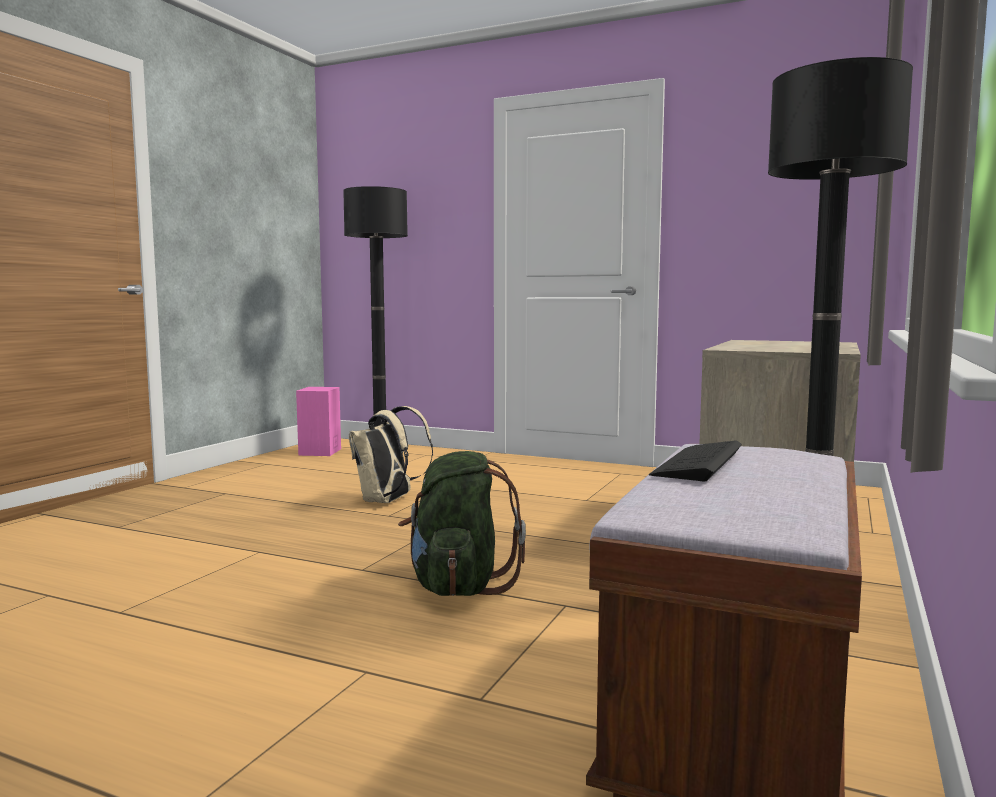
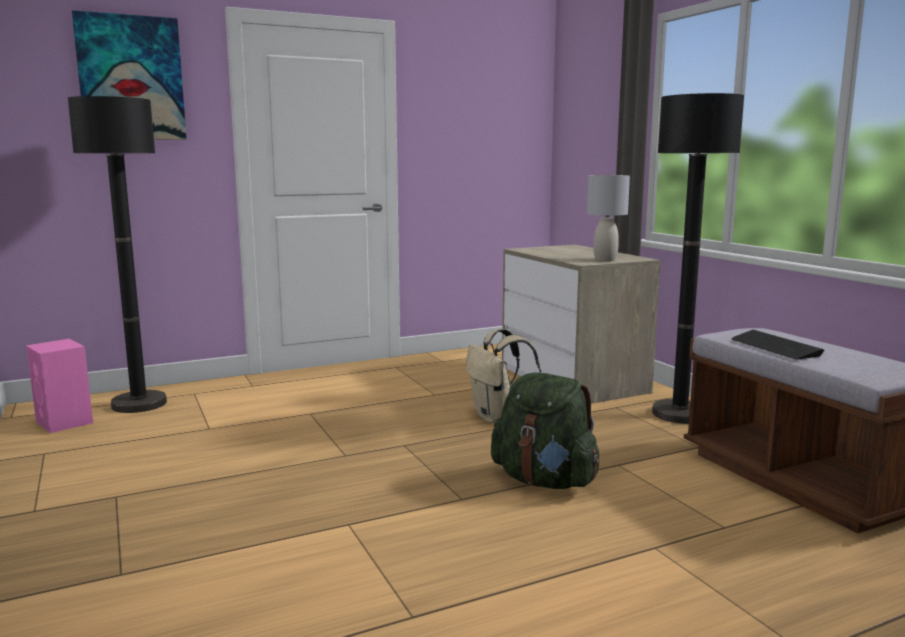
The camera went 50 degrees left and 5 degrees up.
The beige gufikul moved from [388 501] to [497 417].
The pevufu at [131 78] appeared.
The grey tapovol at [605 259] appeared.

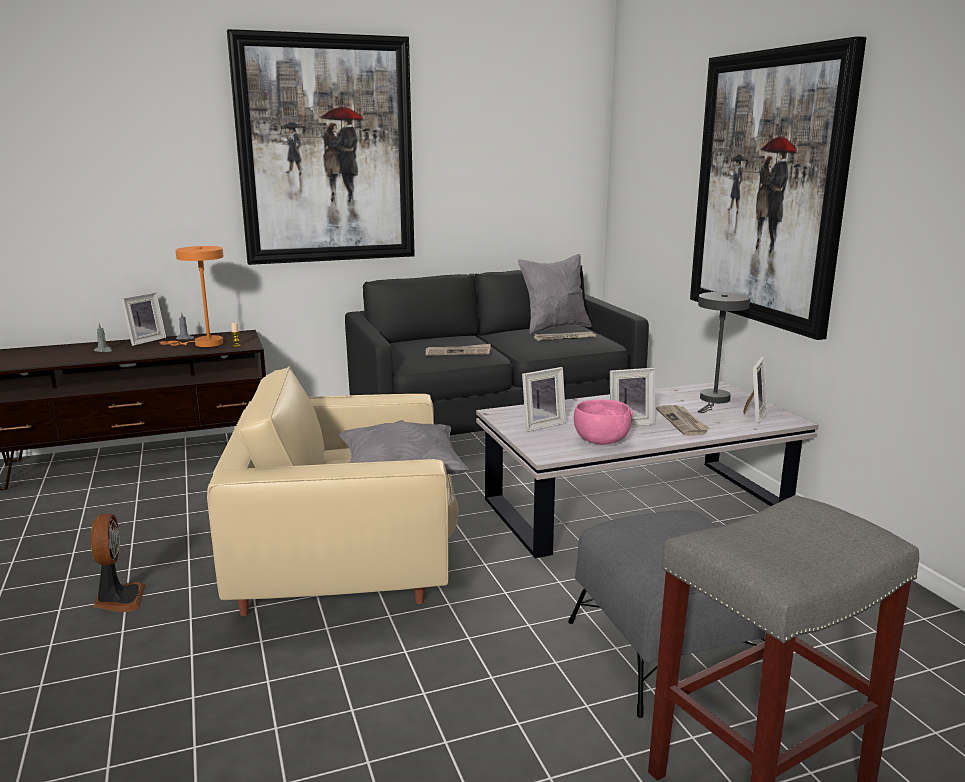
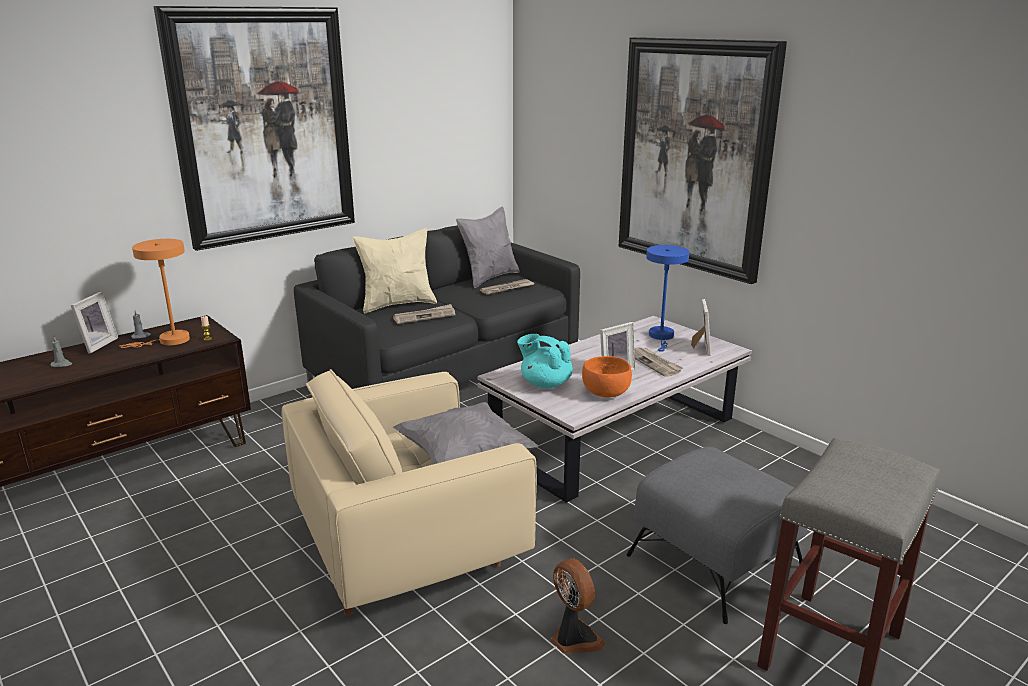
The camera went 20 degrees left and 5 degrees up.
The grey tapovol at [714 400] became the blue tapovol at [662 337].
The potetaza at [541 425] was replaced by the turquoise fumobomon at [545 383].
The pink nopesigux at [601 441] became the orange nopesigux at [606 393].
The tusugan moved from [118 599] to [574 638].
The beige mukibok at [397 304] appeared.

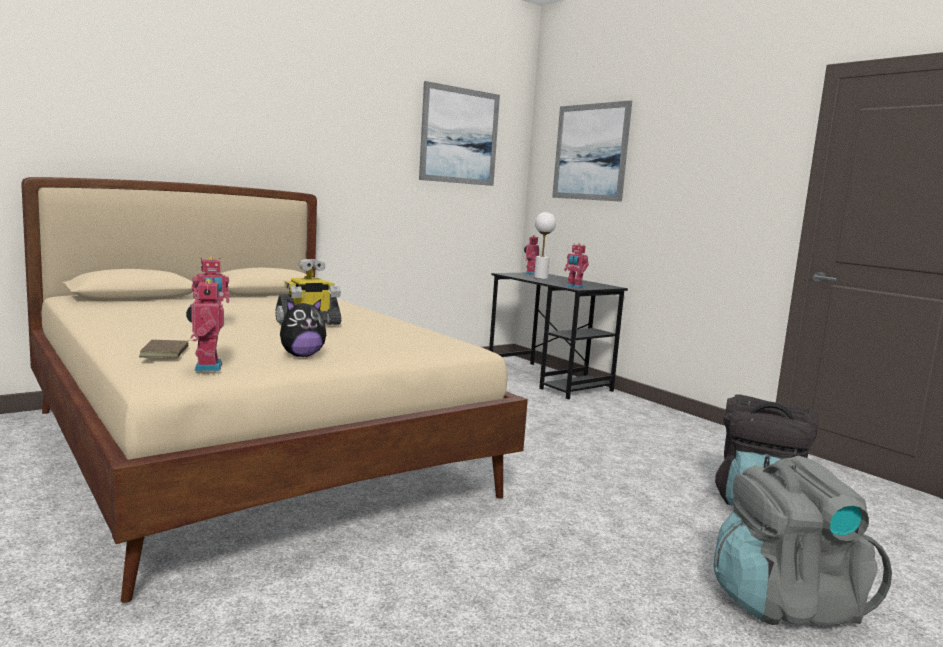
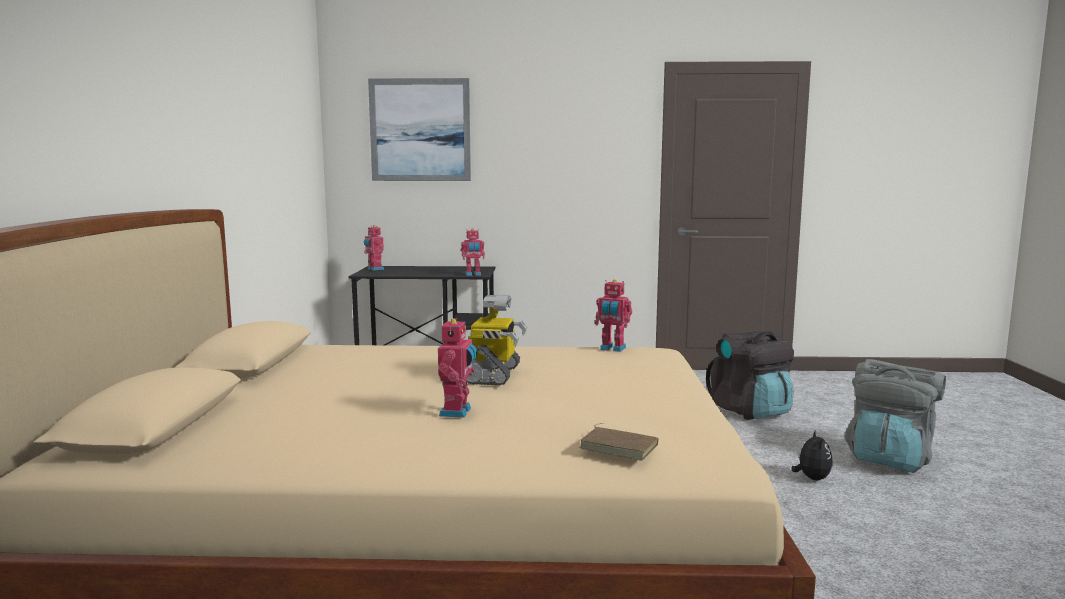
The camera went 50 degrees left and 0 degrees up.
The pevufu at [459 136] disappeared.
The white tapovol at [540 278] disappeared.
The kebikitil moved from [205 367] to [612 349].
The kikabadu moved from [301 356] to [811 478].

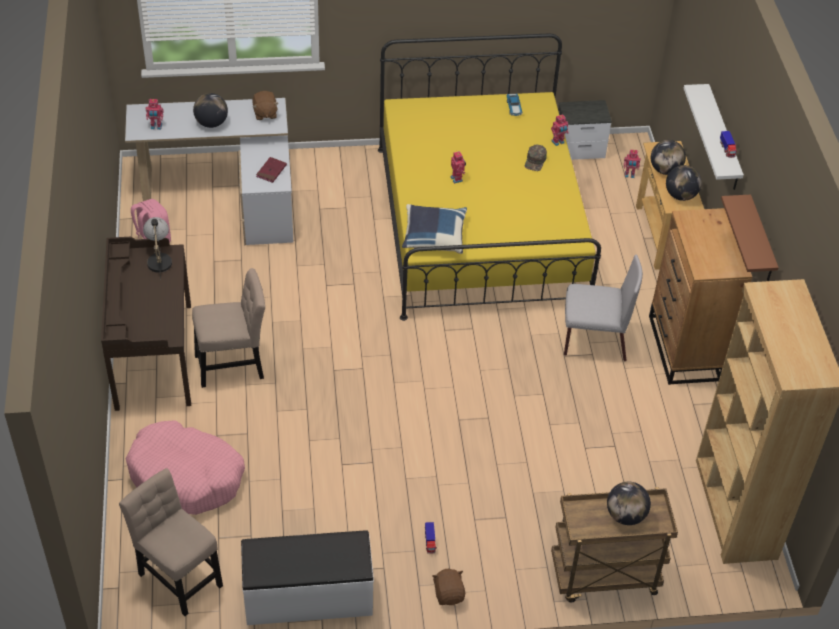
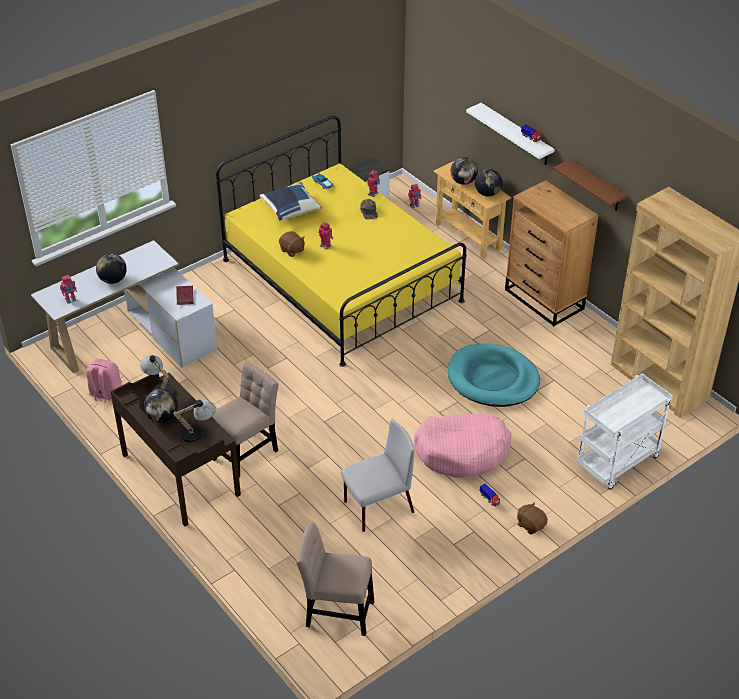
The camera went 30 degrees left and 5 degrees down.
The brown kikabadu moved from [265 113] to [292 250].
The blue mukibok moved from [433 237] to [290 209].
The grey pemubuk moved from [593 340] to [378 507].
The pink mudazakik moved from [186 477] to [462 451].
The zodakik moved from [625 515] to [162 417].
The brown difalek at [604 577] became the white difalek at [617 463].
The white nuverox at [308 597] disappeared.
The turquoise mudazakik at [493 379] appeared.
The tapovol at [197 432] appeared.

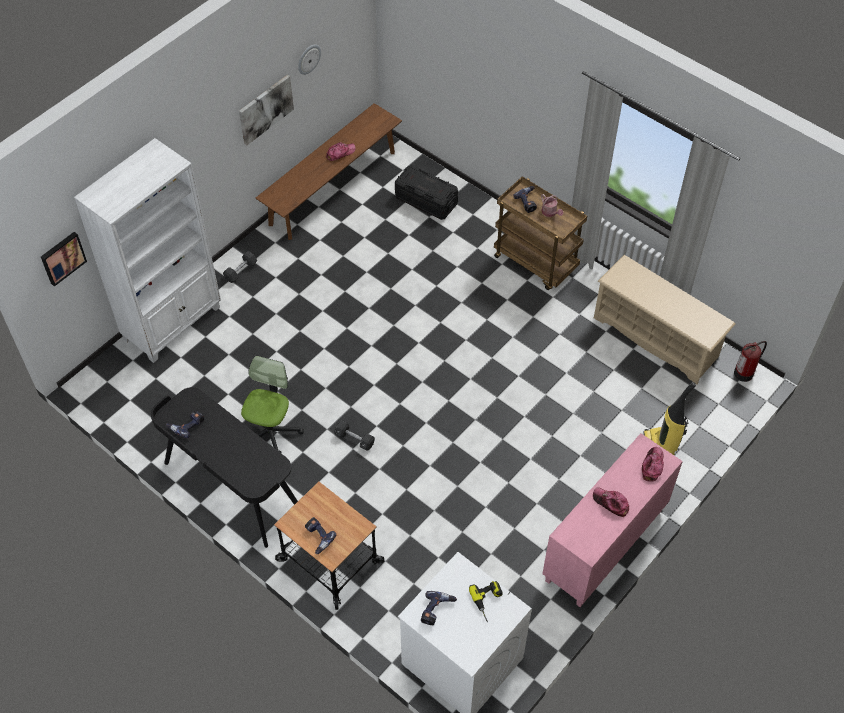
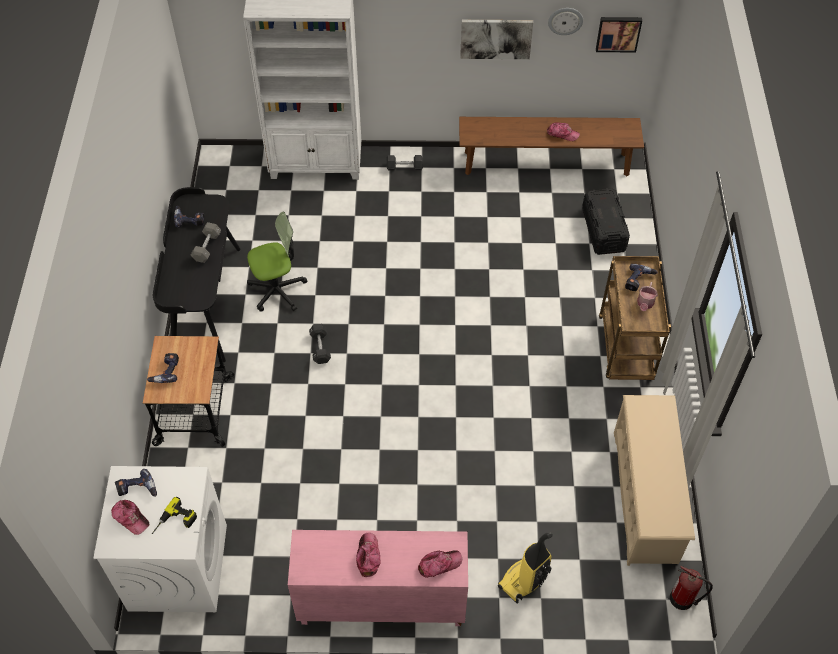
The camera went 50 degrees right and 0 degrees up.
The pevufu moved from [62 257] to [618 33].
The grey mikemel at [207 247] appeared.
The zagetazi at [130 518] appeared.

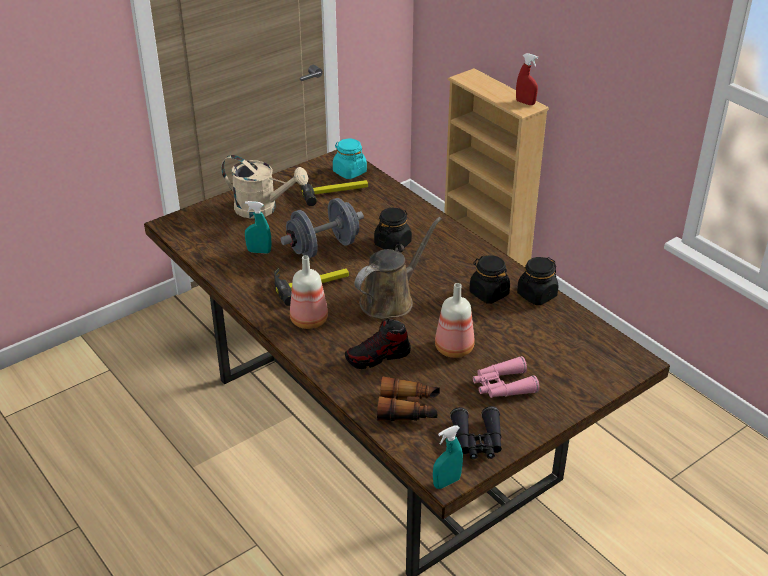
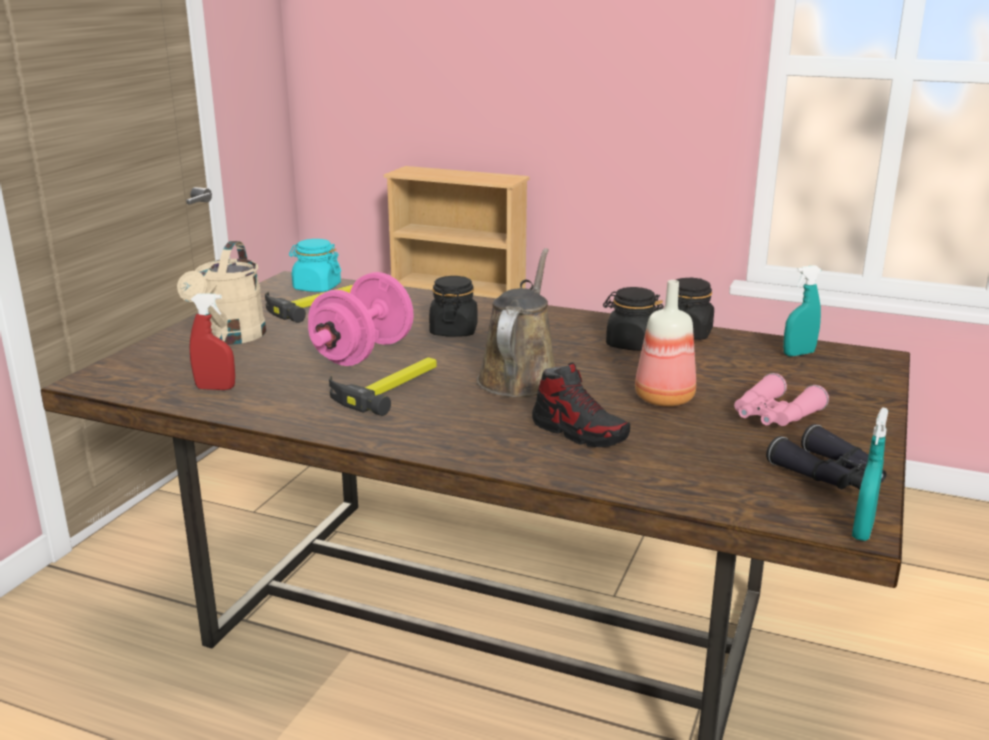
The camera went 30 degrees left and 15 degrees down.
The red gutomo moved from [525 103] to [215 388].
The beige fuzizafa at [263 209] turned 105 degrees clockwise.
The grey mikemel at [323 247] became the pink mikemel at [363 353].
The turquoise gutomo moved from [259 251] to [798 354].
The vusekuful at [310 320] disappeared.
The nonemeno at [378 357] turned 90 degrees counterclockwise.
The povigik at [409 409] disappeared.

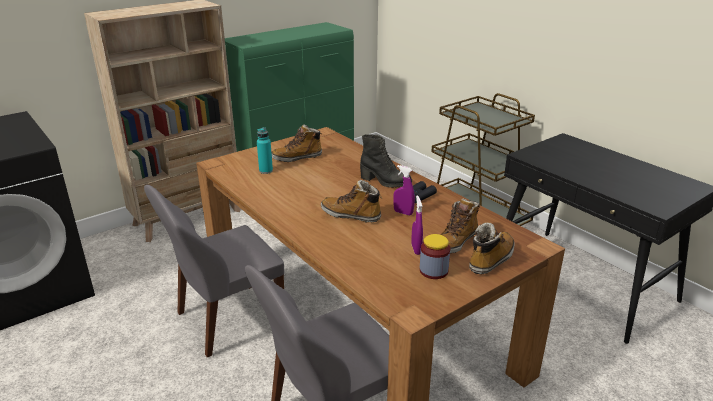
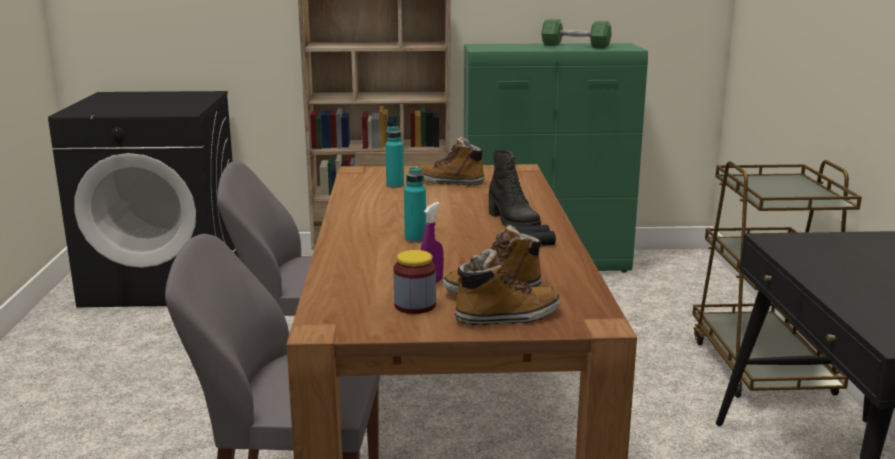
The camera went 35 degrees right and 10 degrees down.
The purple gutomo at [403 213] disappeared.
The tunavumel at [351 215] was replaced by the turquoise vusekuful at [415 239].
The green mikemel at [575 46] appeared.

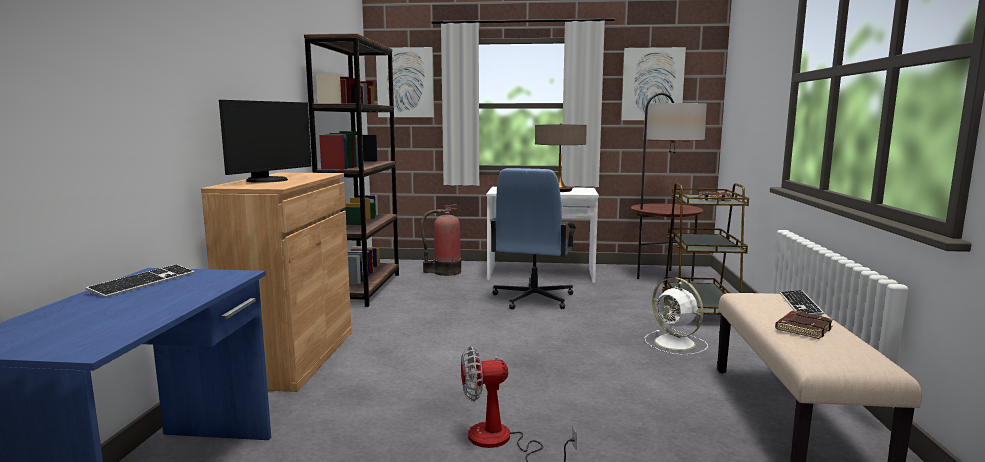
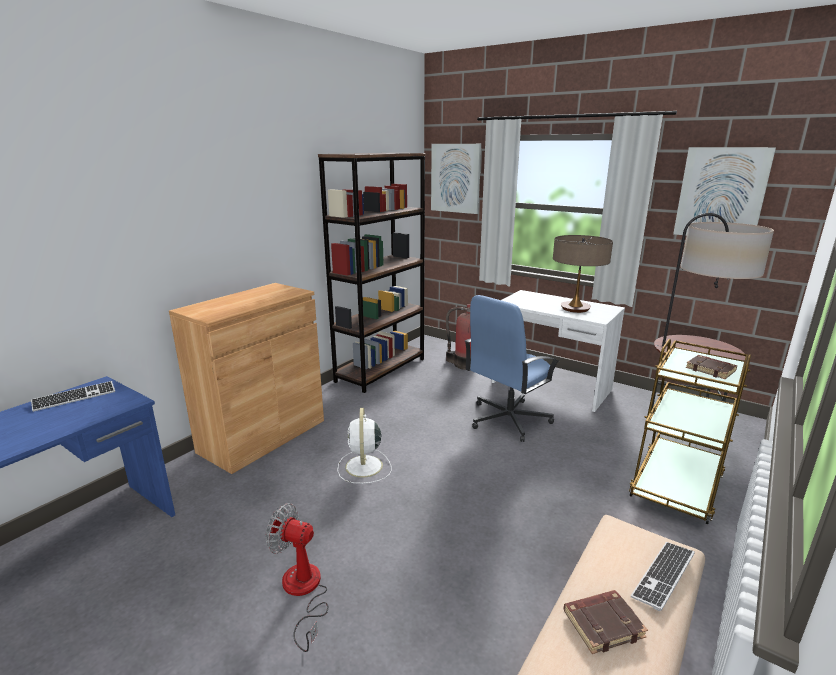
The camera went 30 degrees right and 10 degrees up.
The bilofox at [269 180] disappeared.
The white tusugan moved from [676 343] to [364 467].

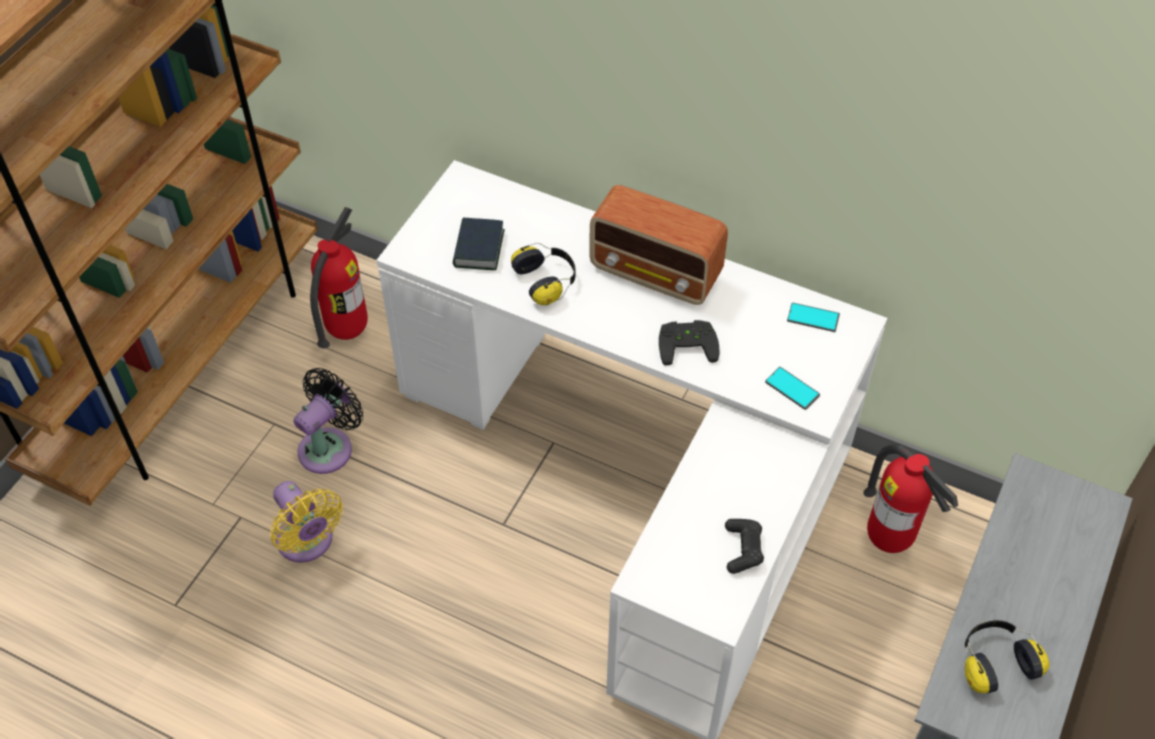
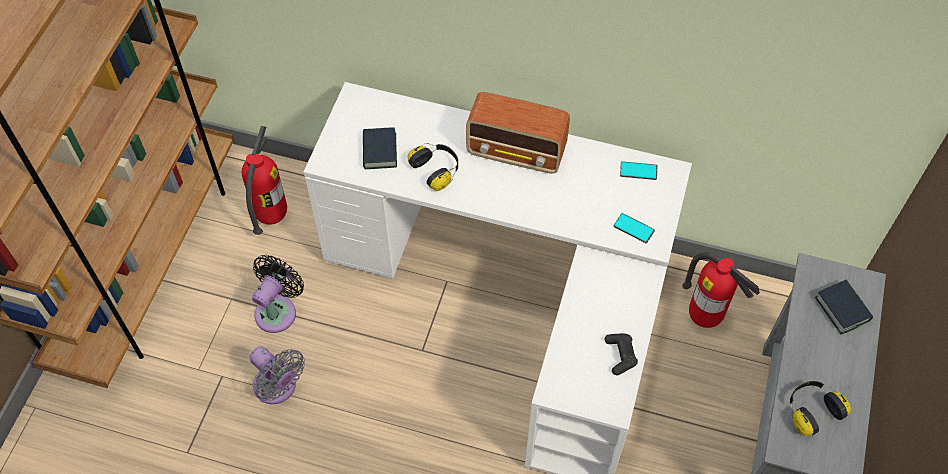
The camera went 10 degrees left and 5 degrees up.
The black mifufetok at [687 343] disappeared.
The yellow tusugan at [307 542] became the grey tusugan at [278 388].
The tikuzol at [842 309] appeared.

